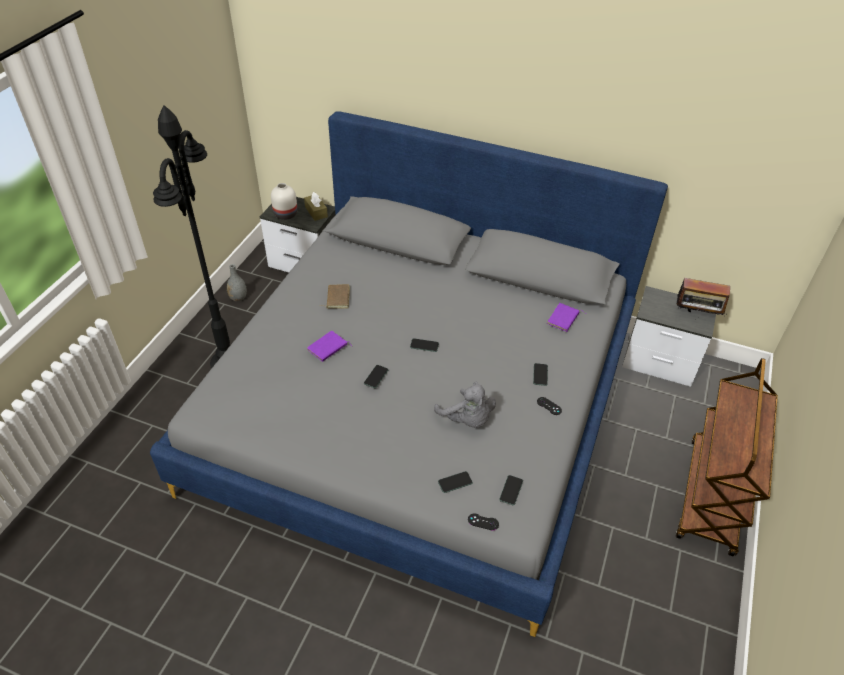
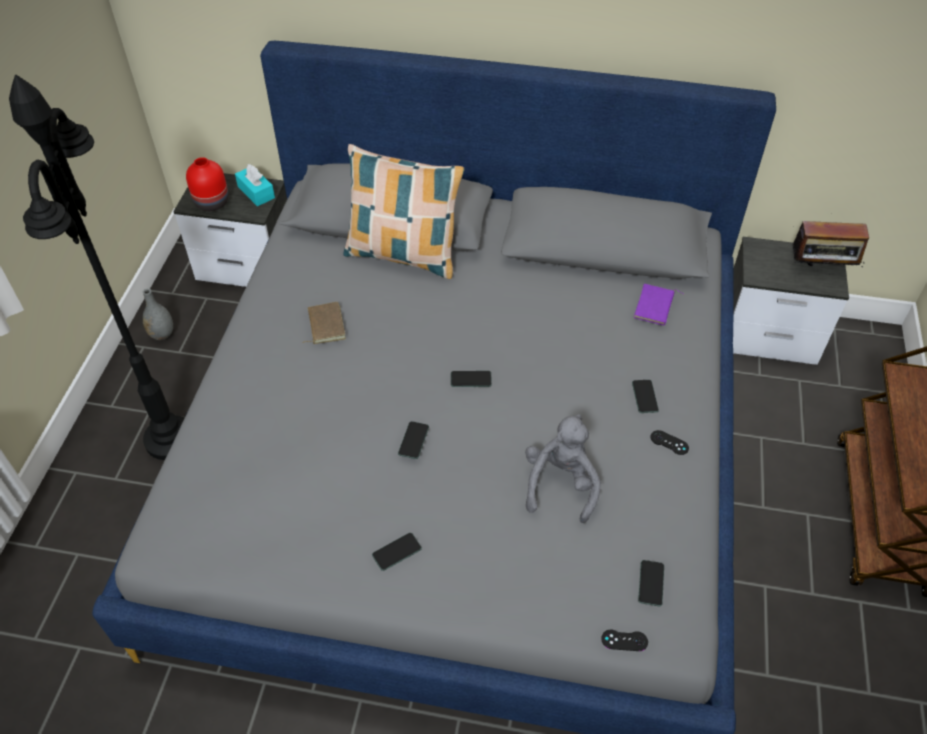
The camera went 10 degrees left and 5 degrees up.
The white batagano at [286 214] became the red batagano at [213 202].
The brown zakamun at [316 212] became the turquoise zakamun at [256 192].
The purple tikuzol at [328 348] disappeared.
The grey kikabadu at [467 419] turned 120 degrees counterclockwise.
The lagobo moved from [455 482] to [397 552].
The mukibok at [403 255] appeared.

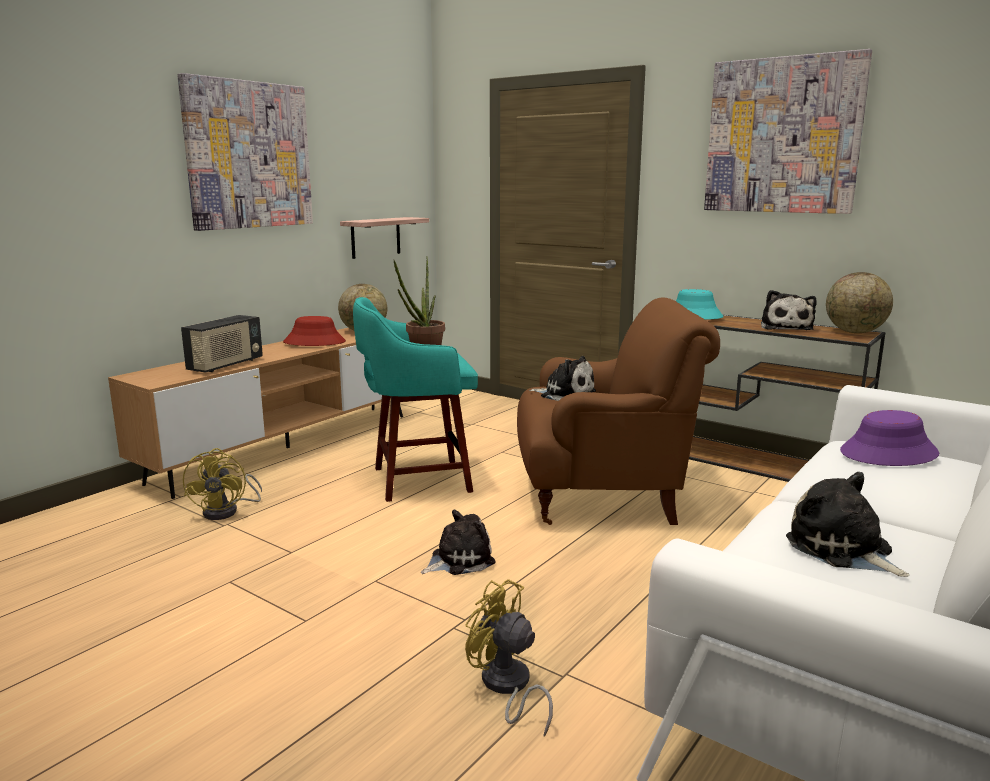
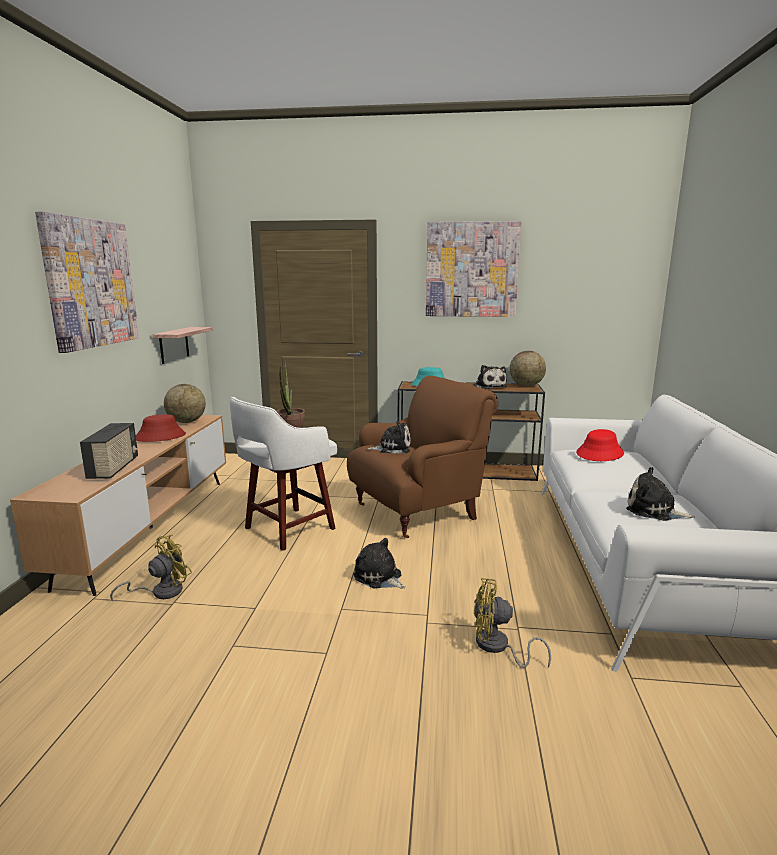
The camera went 30 degrees left and 0 degrees up.
The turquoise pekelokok at [417 480] became the white pekelokok at [287 529].
The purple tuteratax at [888 453] became the red tuteratax at [600 453].
The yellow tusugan at [227 511] turned 105 degrees counterclockwise.
The kikabadu at [459 560] turned 75 degrees counterclockwise.

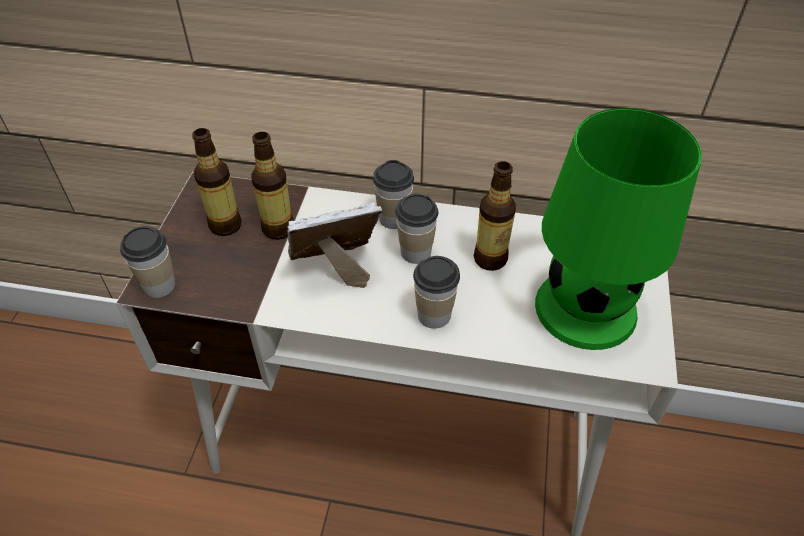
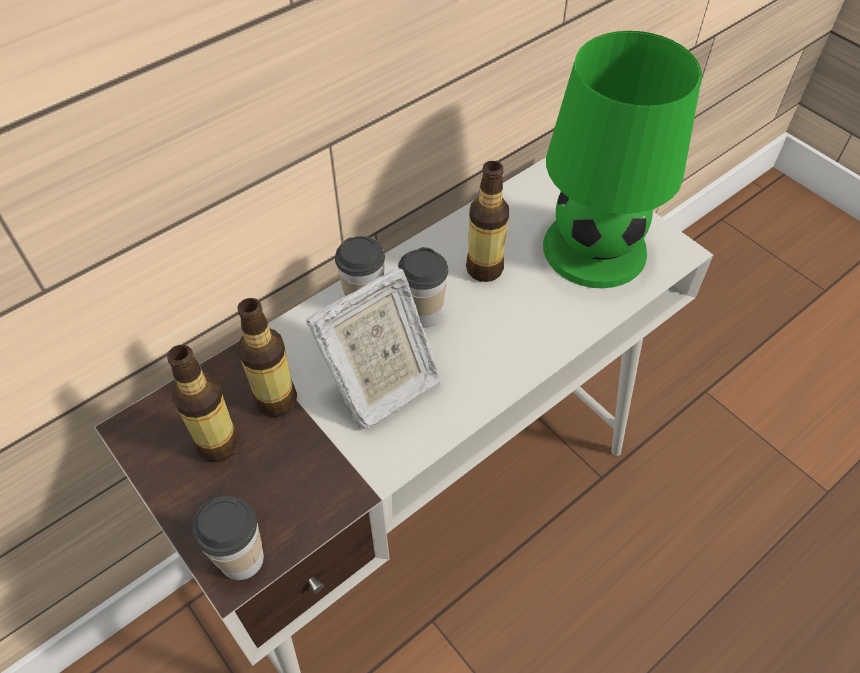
The camera went 50 degrees left and 5 degrees up.
The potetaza at [336 269] turned 150 degrees counterclockwise.
The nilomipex at [434 315] disappeared.

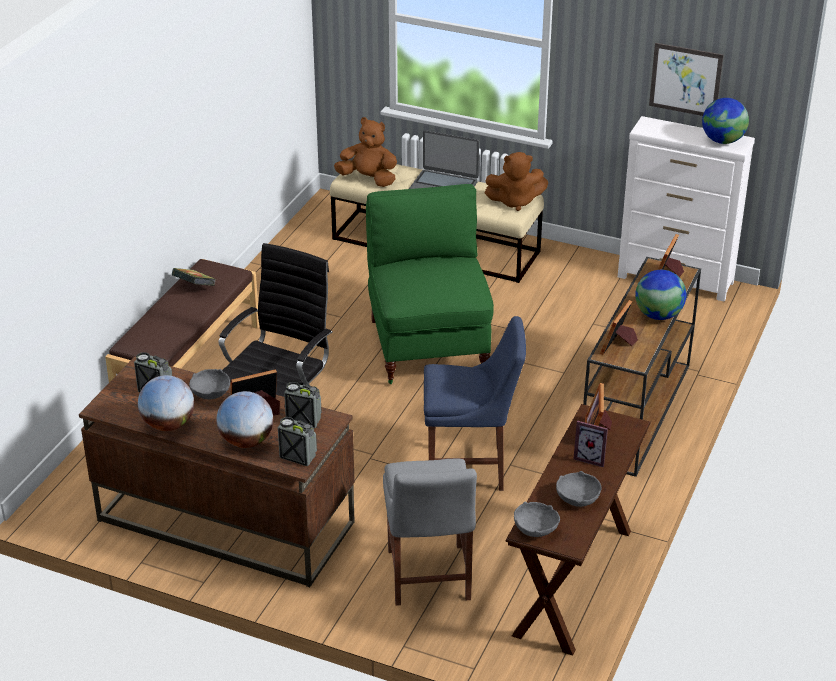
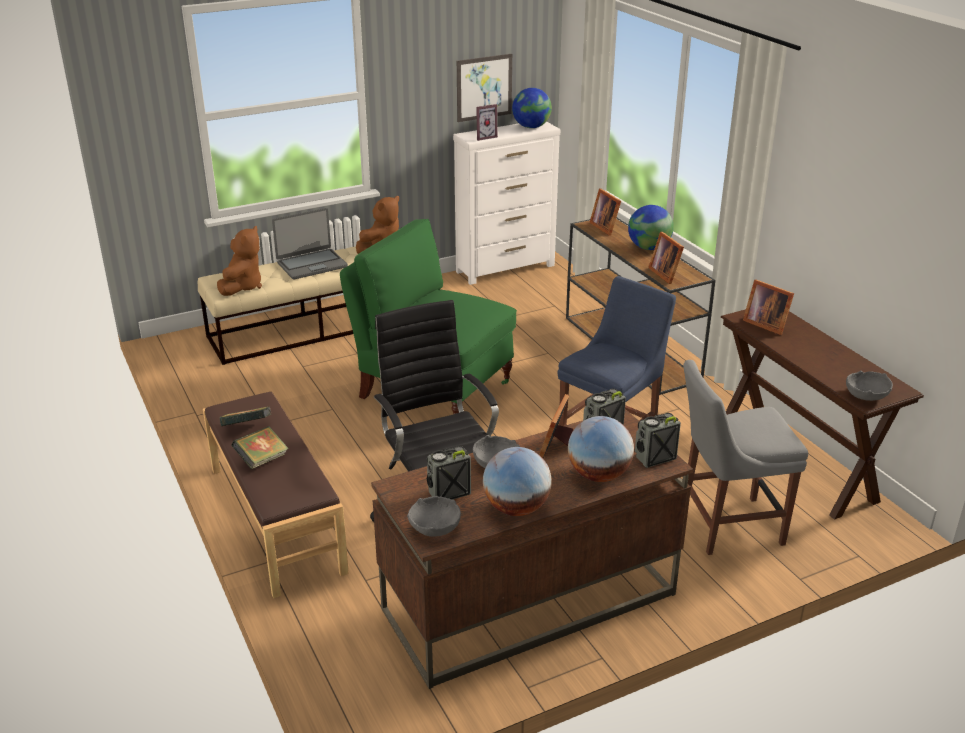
The camera went 50 degrees left and 5 degrees down.
The brown kikabadu at [368 179] turned 135 degrees clockwise.
The potetaza moved from [591 457] to [484 137].
The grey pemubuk at [428 578] turned 135 degrees clockwise.
The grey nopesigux moved from [578 499] to [435 528].
The tikuzol at [262 460] appeared.

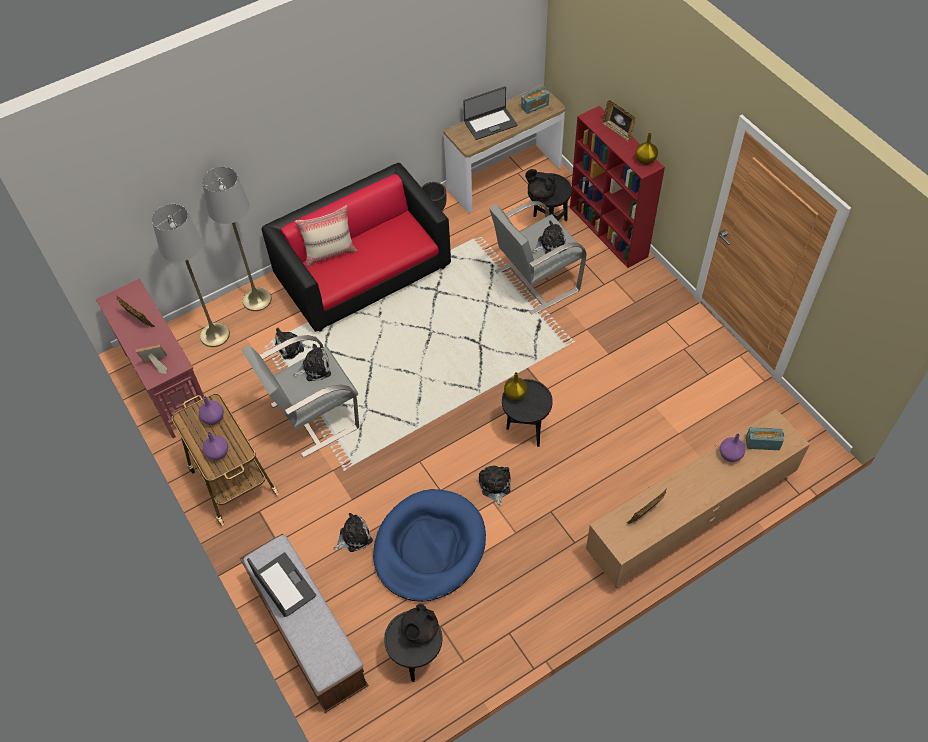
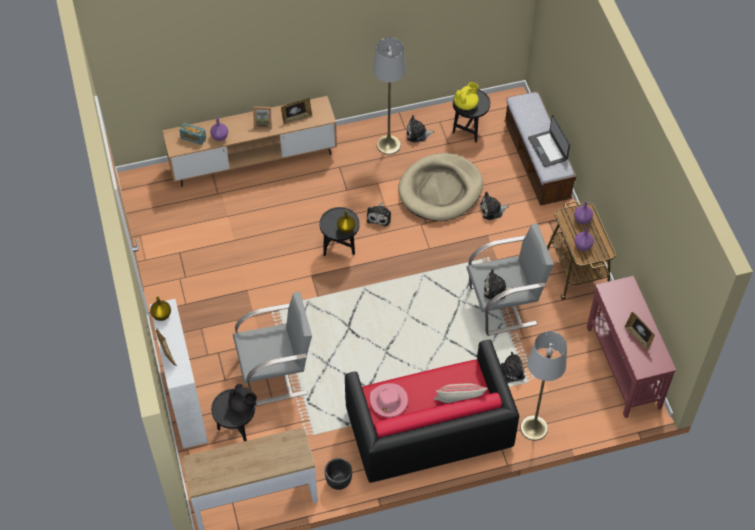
The camera went 165 degrees left and 0 degrees up.
The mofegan at [490 123] disappeared.
The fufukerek at [535 106] disappeared.
The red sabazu at [609 232] became the white sabazu at [185 403].
The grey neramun moved from [214 335] to [388 145].
The kikabadu moved from [550 244] to [418 134].
The potetaza moved from [156 364] to [263 124].
The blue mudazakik at [429 547] became the beige mudazakik at [440 190].
The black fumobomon at [419 630] became the yellow fumobomon at [466 104].
The pink tuteratax at [388 401] appeared.

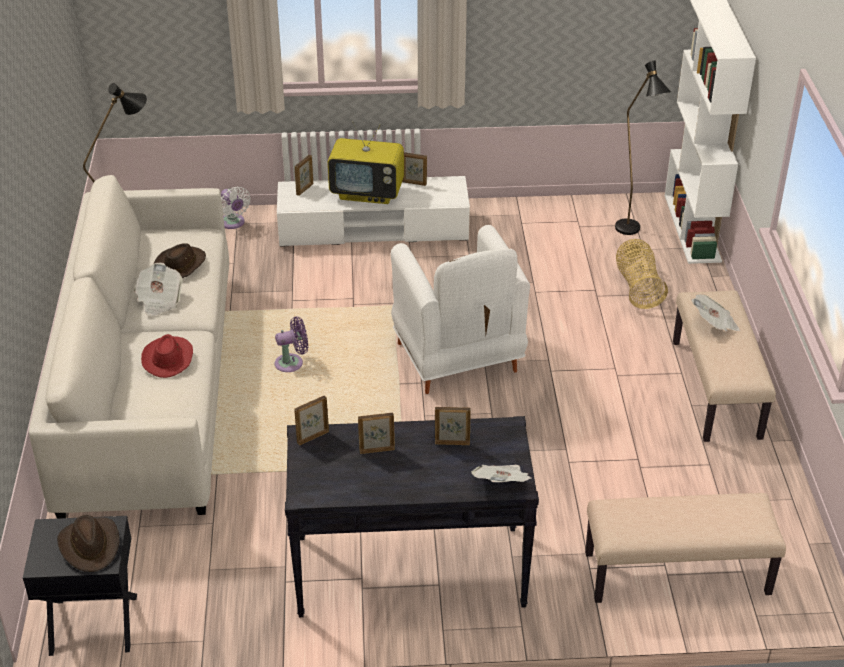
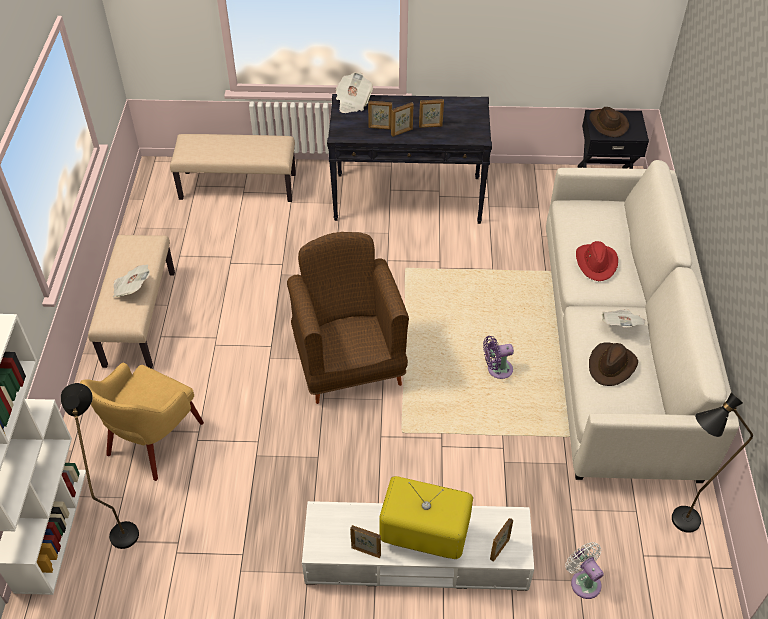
The camera went 175 degrees left and 10 degrees up.
The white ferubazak at [457 359] became the brown ferubazak at [349 363].
The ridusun at [638 287] was replaced by the yellow ferubazak at [153 440].
The potetaza moved from [312 437] to [402 132].

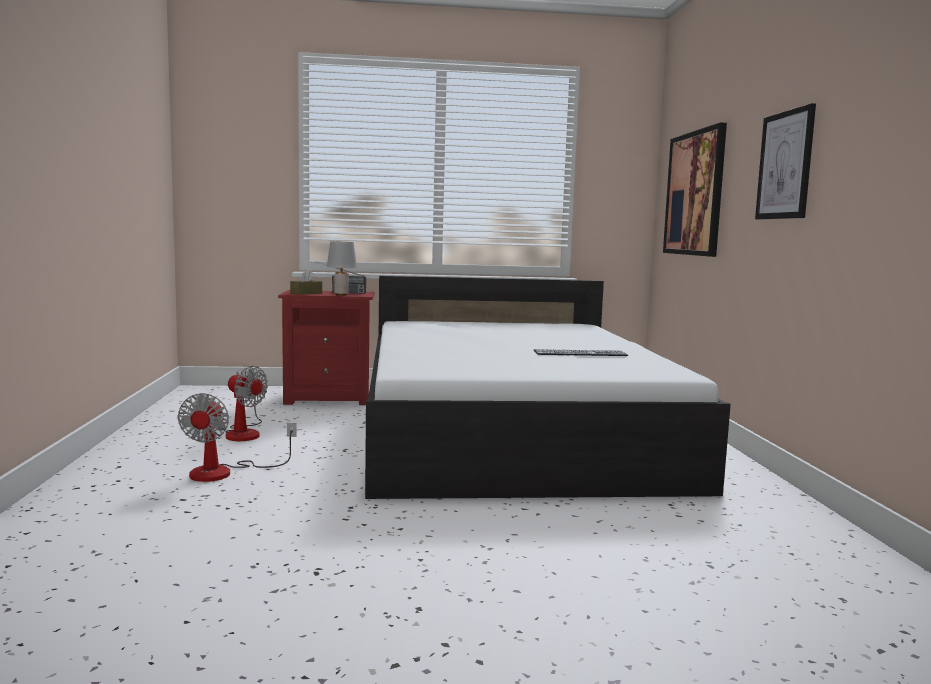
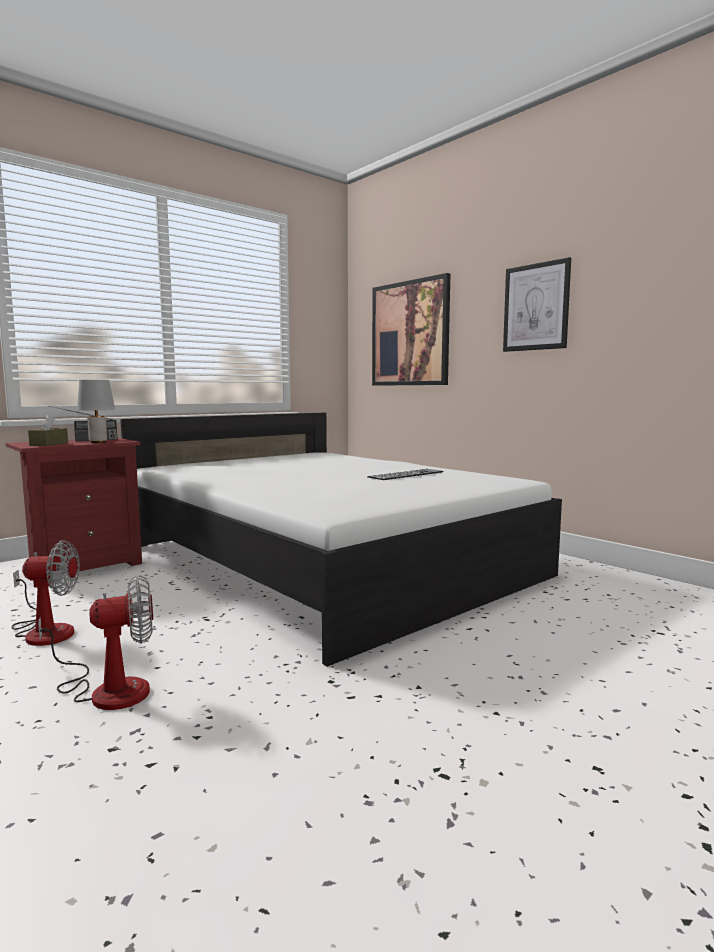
The camera went 35 degrees left and 0 degrees up.
The tusugan at [225 472] turned 75 degrees counterclockwise.

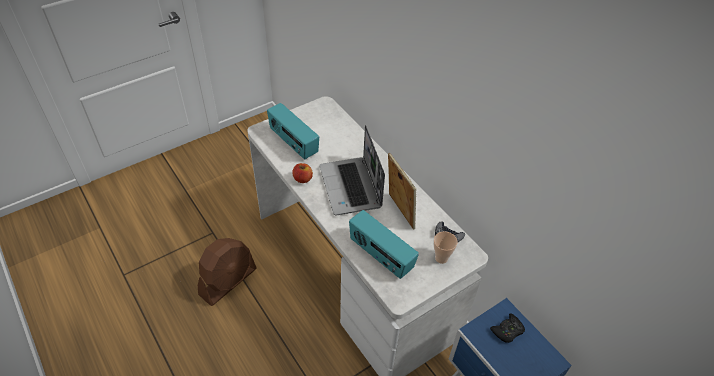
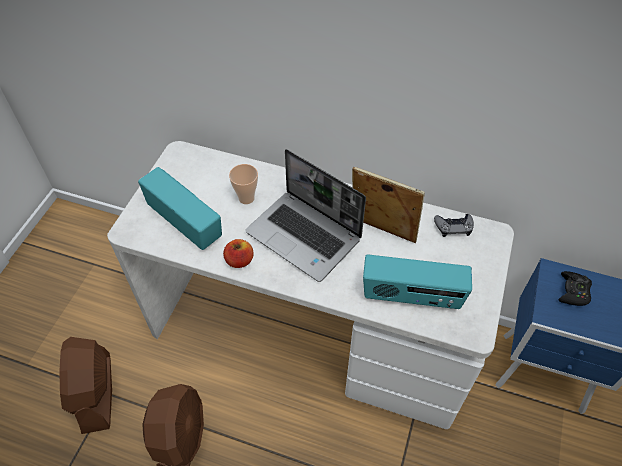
The camera went 35 degrees left and 5 degrees up.
The fufukerek at [293 143] turned 150 degrees counterclockwise.
The nilomipex moved from [441 258] to [246 198].
The brown tusugan at [96 393] appeared.

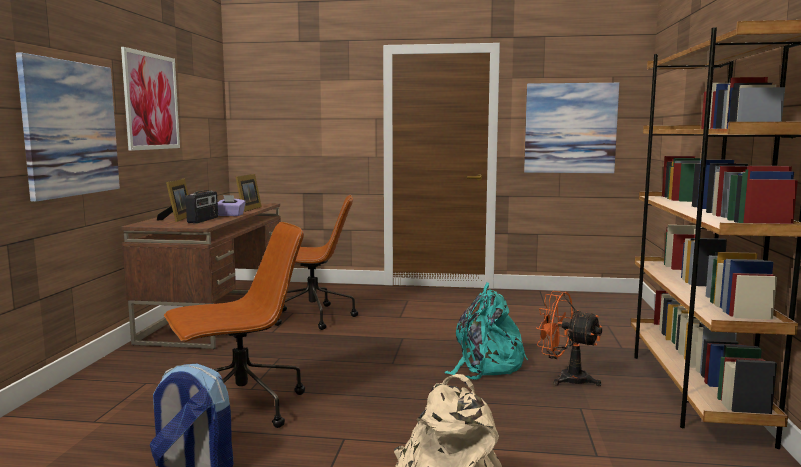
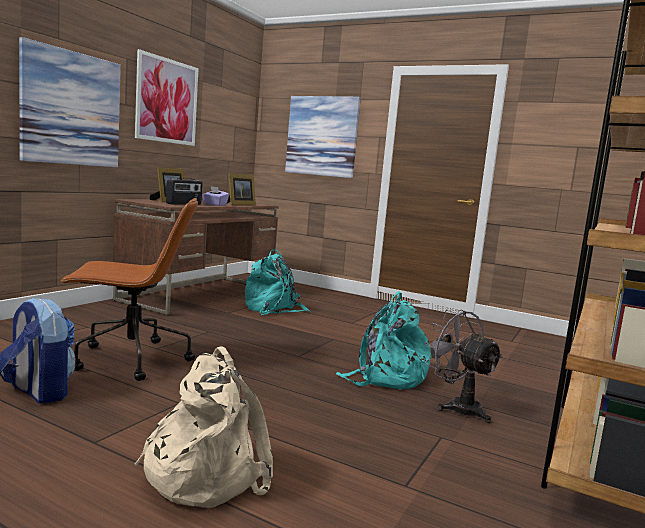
The camera went 20 degrees right and 0 degrees up.
The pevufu moved from [570 128] to [322 136].
The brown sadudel at [311 317] was replaced by the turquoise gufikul at [274 309].
The orange tusugan at [565 378] became the grey tusugan at [457 407].

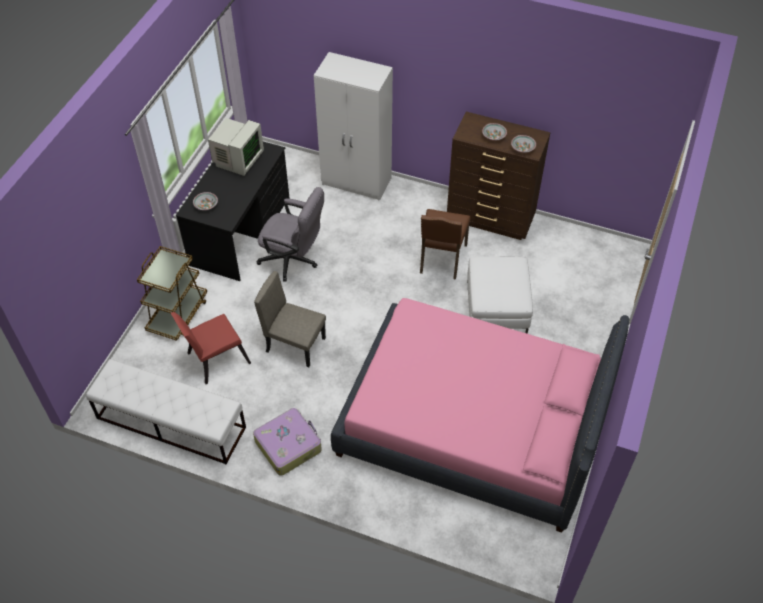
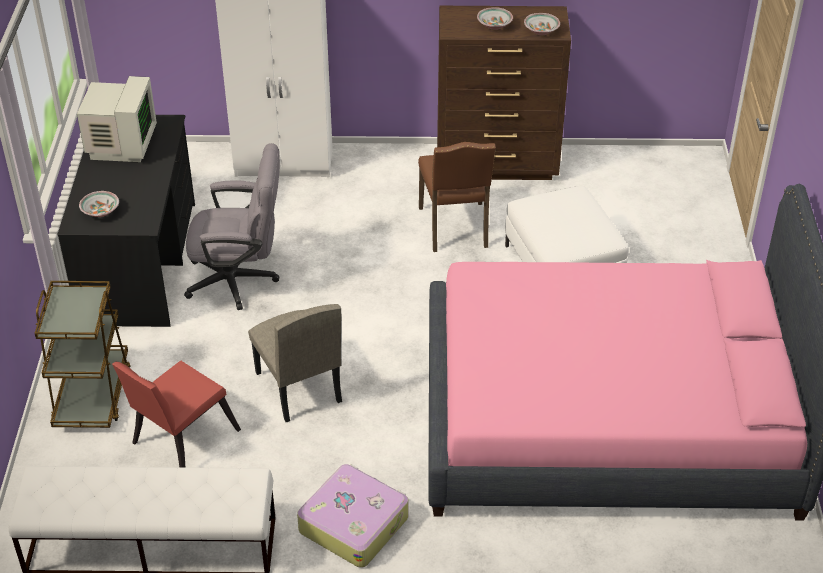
The camera went 20 degrees left and 10 degrees down.
The beige pemubuk at [296 344] turned 120 degrees counterclockwise.

